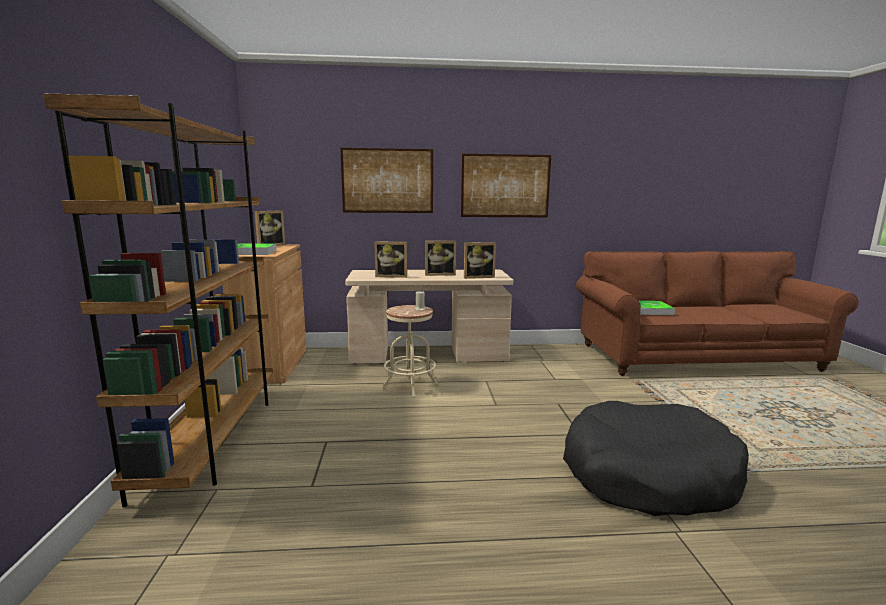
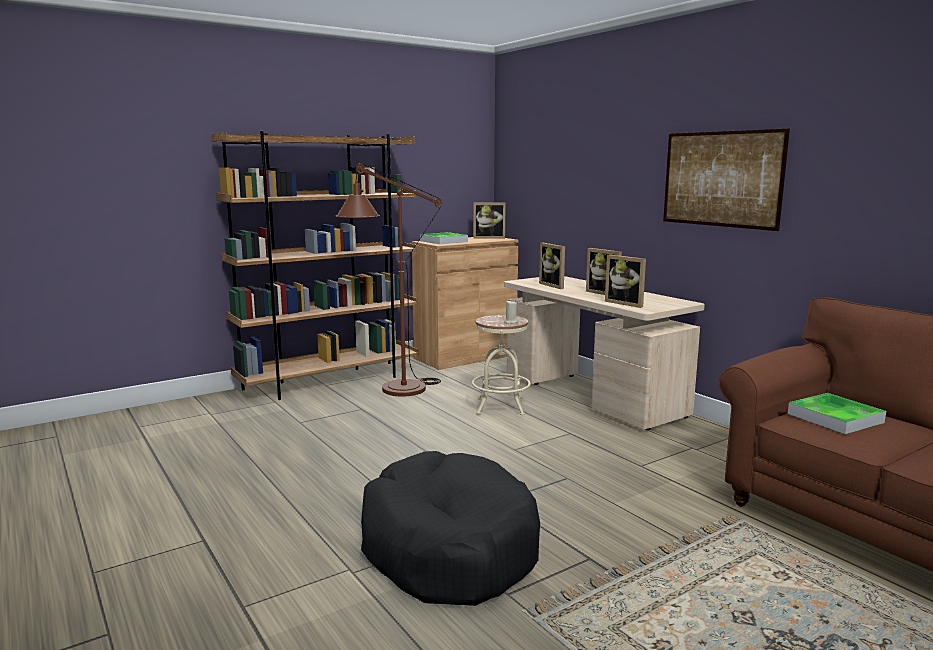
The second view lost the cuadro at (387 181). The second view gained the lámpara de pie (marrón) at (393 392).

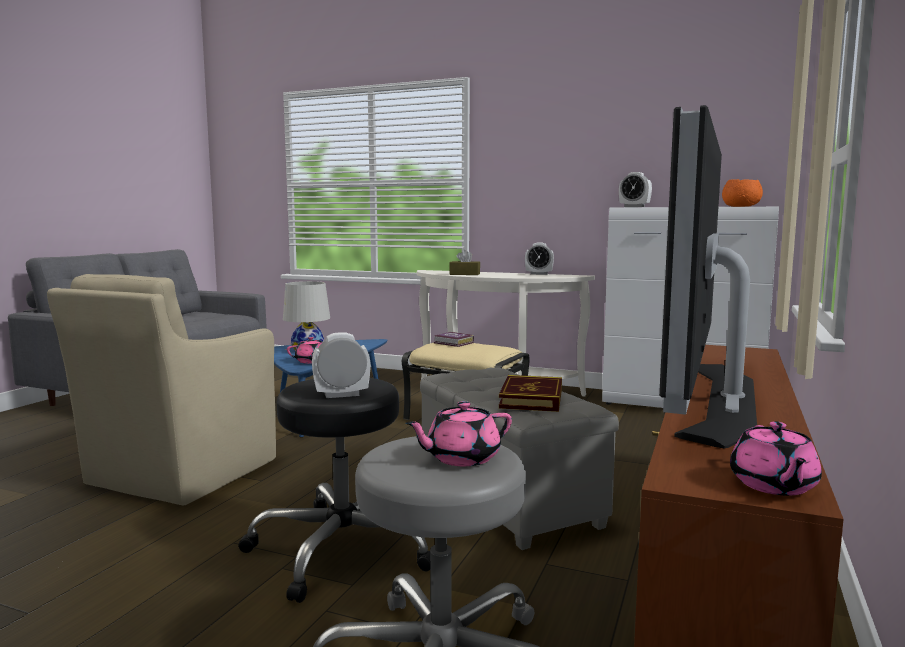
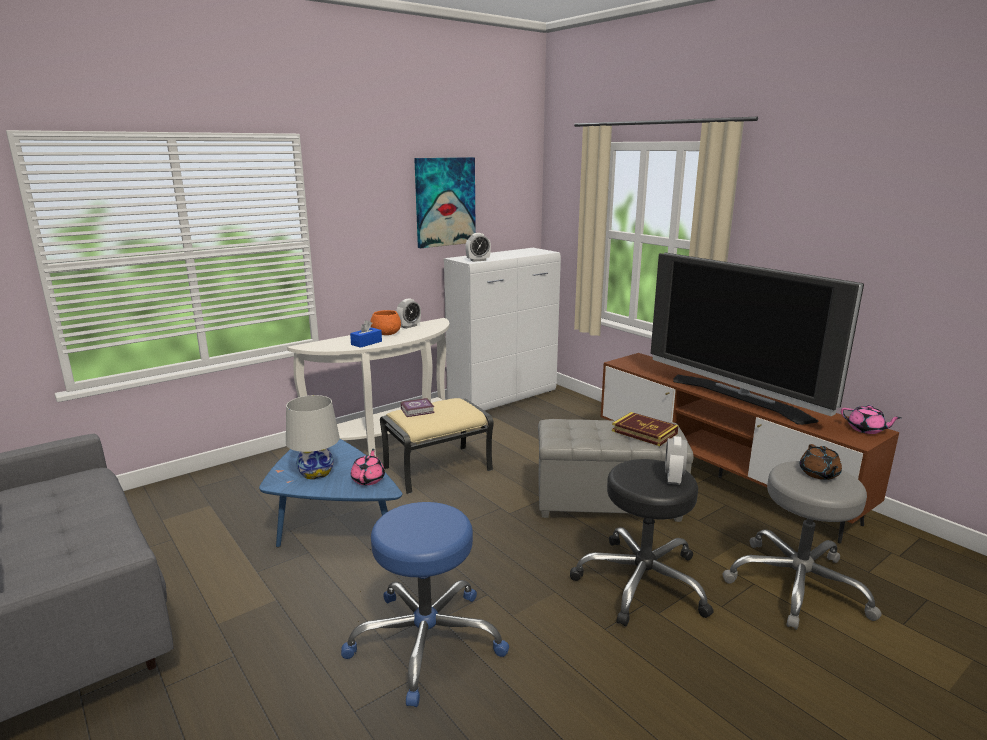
The second view gained the cuadro at (445 202). The cuenco (naranja) ended up elsewhere, having gone from (740 206) to (386 333). Where the sillón (beis) stood at (179 474), the taburete (azul) came to stand at (426 641). What was the tetera (rosa) at (461 458) turned into the tetera (marrón) at (819 474). What was the caja de pañuelos (marrón) at (464 274) turned into the caja de pañuelos (azul) at (366 343).

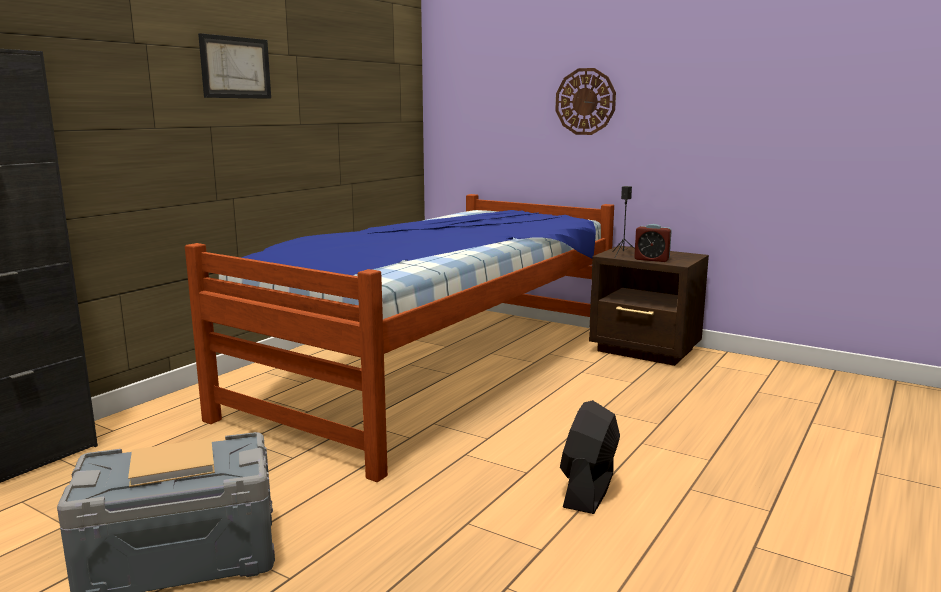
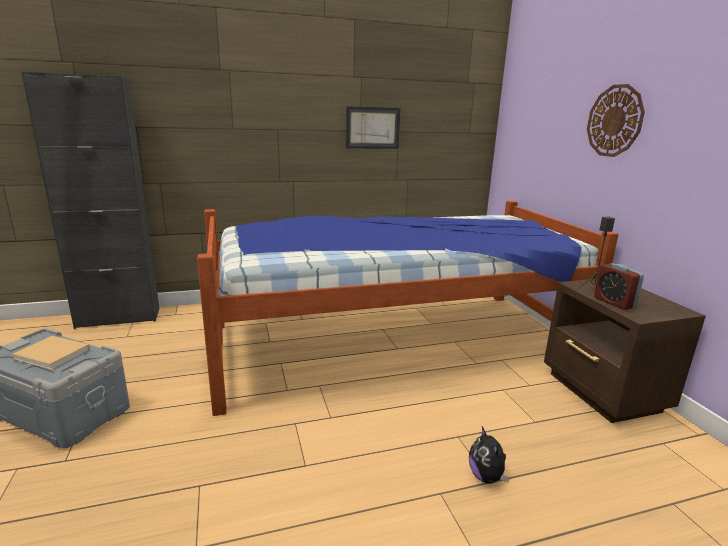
The second view lost the ventilador (negro) at (588 490). The second view gained the peluche at (486 477). The cuadro ended up elsewhere, having gone from (235 67) to (372 128).

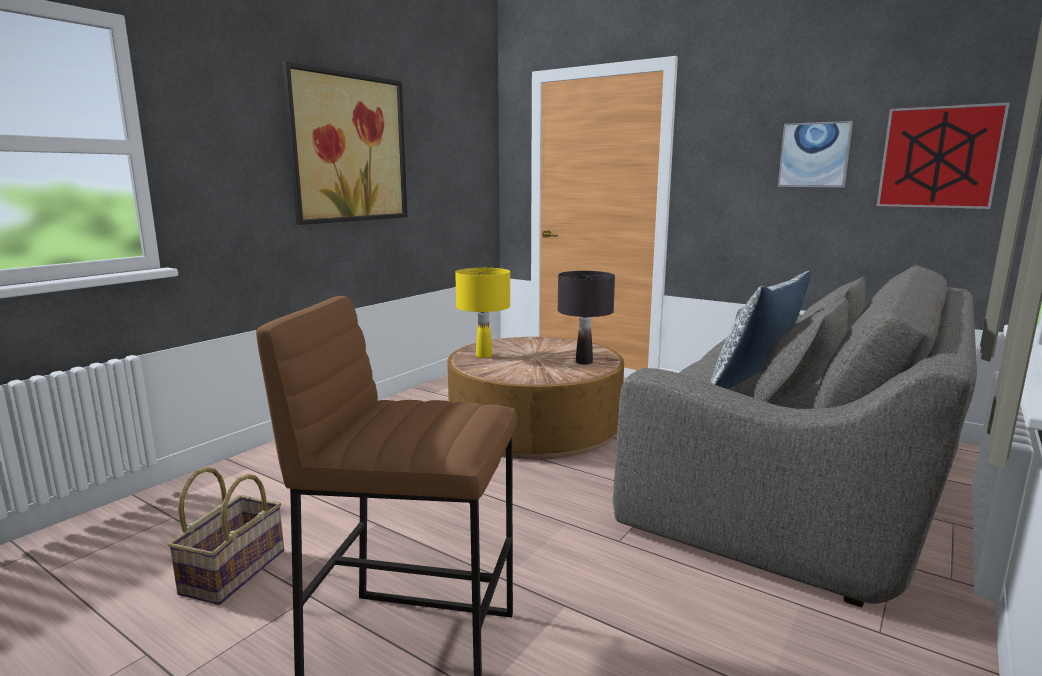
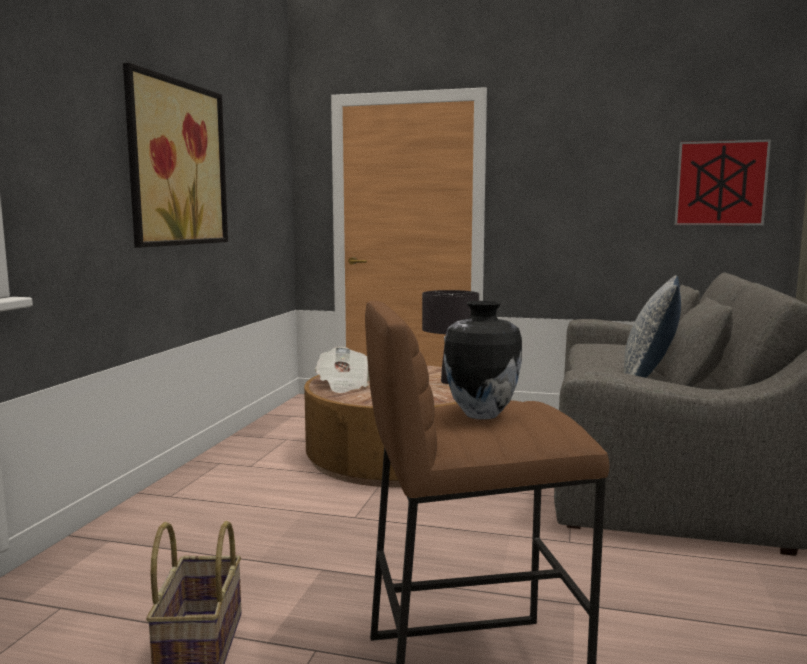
The second view lost the cuadro at (814 155). The second view gained the florero at (480 415). Where the lámpara de mesa (amarillo) stood at (484 356), the periódico came to stand at (343 385).

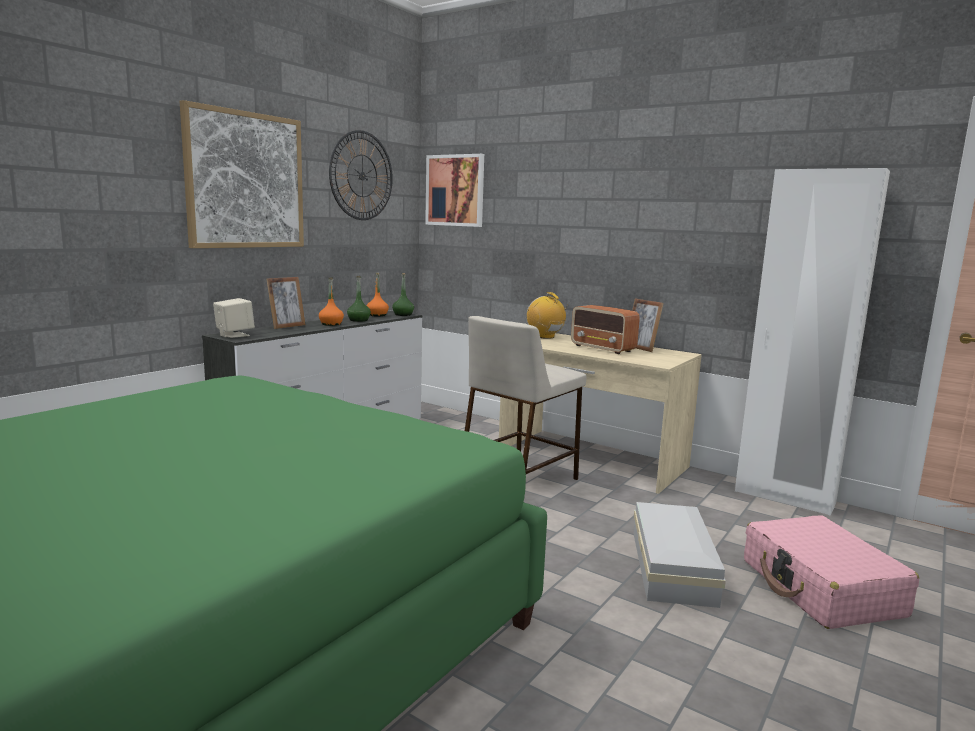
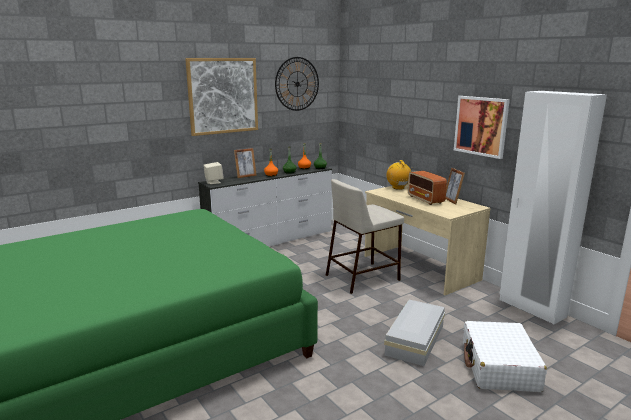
The cuadro ended up elsewhere, having gone from (455 190) to (481 126). What was the maleta (rosa) at (821 588) turned into the maleta (blanco) at (499 366).

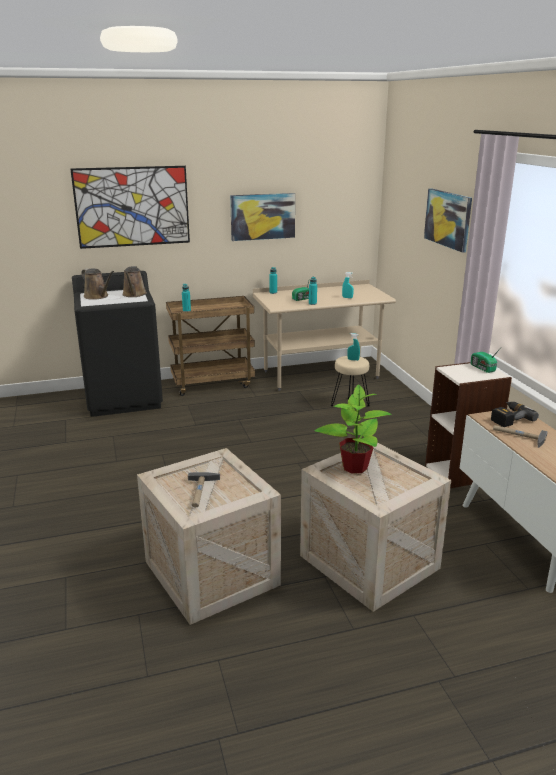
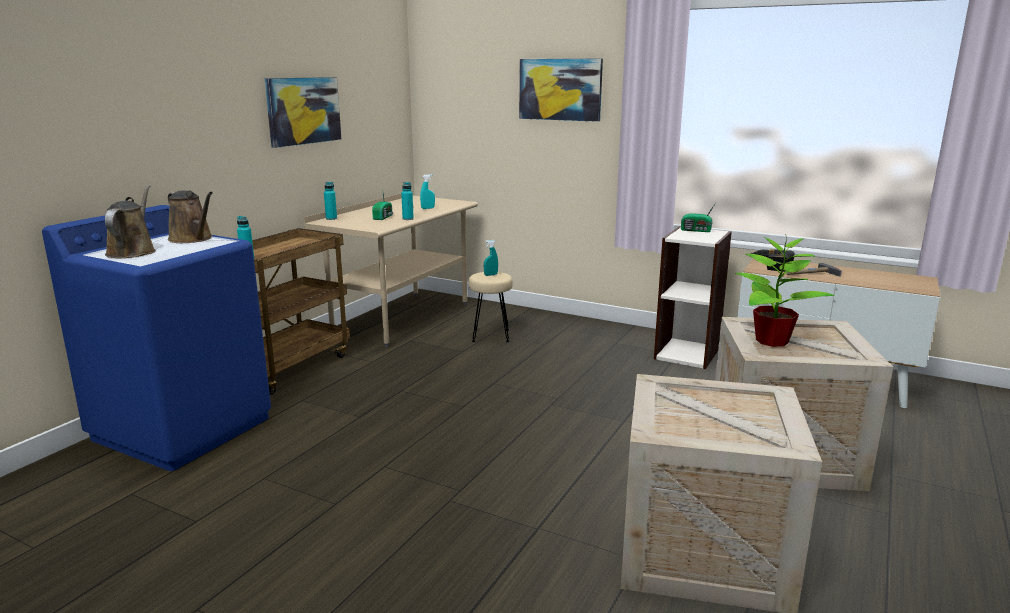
The second view lost the cuadro at (132 207). The second view lost the martillo at (201 492). What was the lavadora (negro) at (124 398) turned into the lavadora (azul) at (183 428). The regadera (marrón) at (97 296) ended up facing another way, 90 degrees counterclockwise from before.

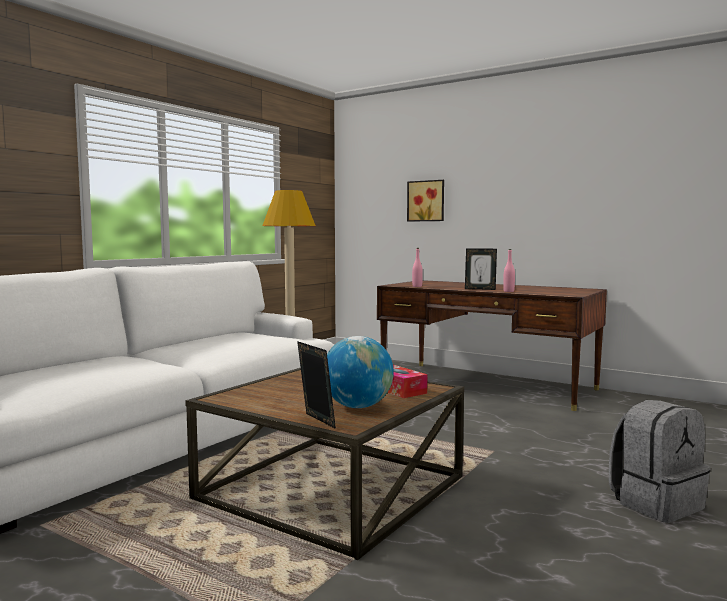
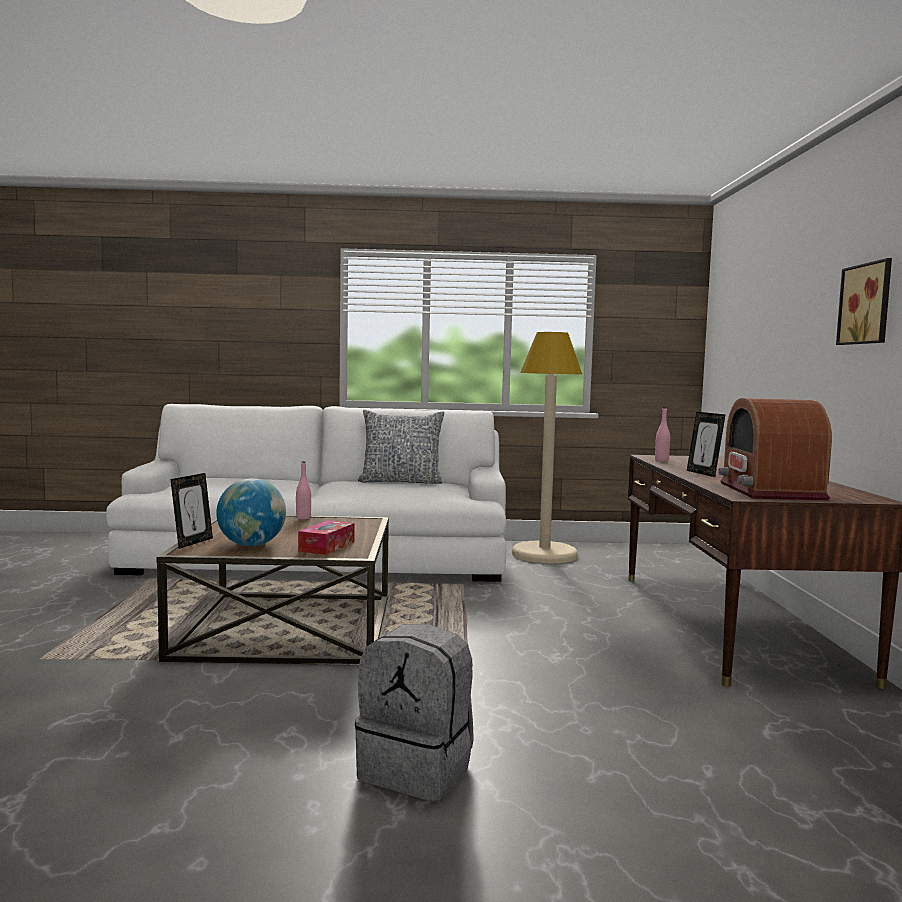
The second view gained the cojín at (401 482). The second view gained the radio at (770 491). The cuadro ended up elsewhere, having gone from (426 201) to (868 304). The botella (rosa) ended up elsewhere, having gone from (508 291) to (303 518).

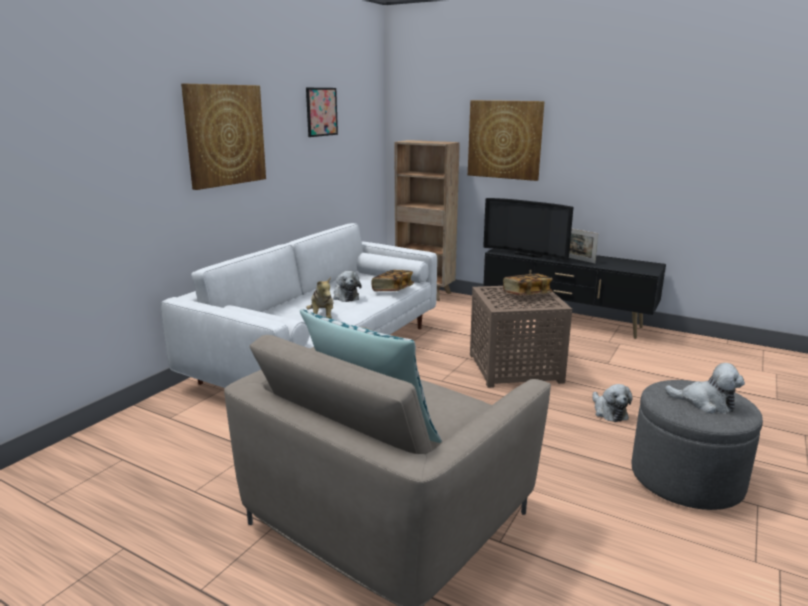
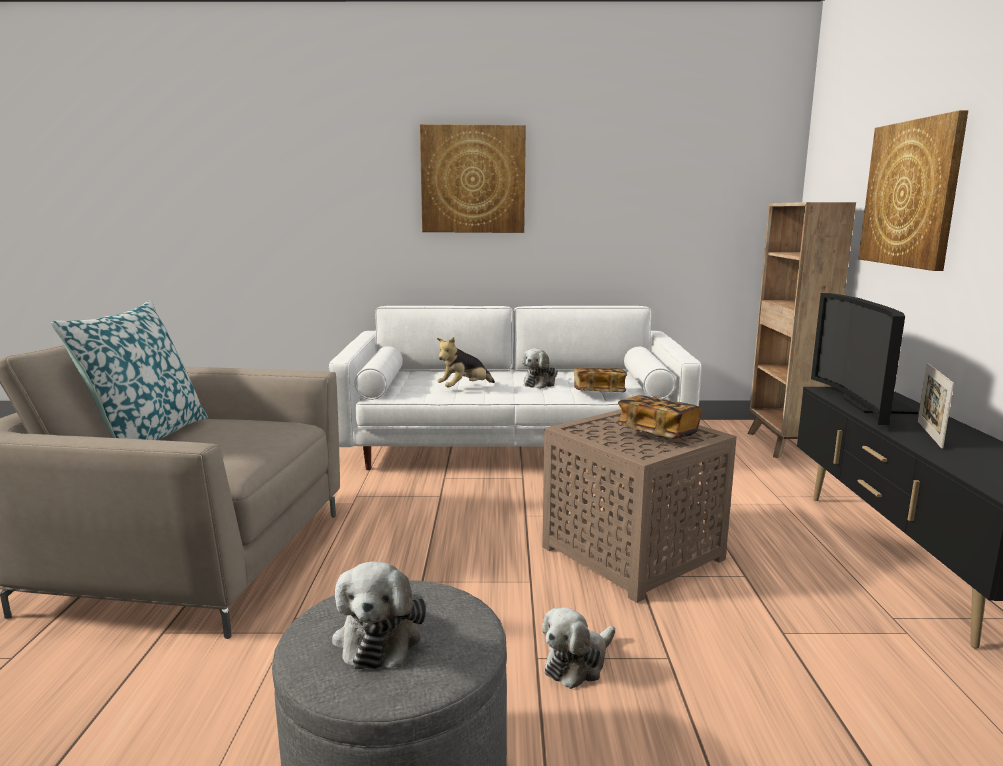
The second view lost the cuadro at (321 112).

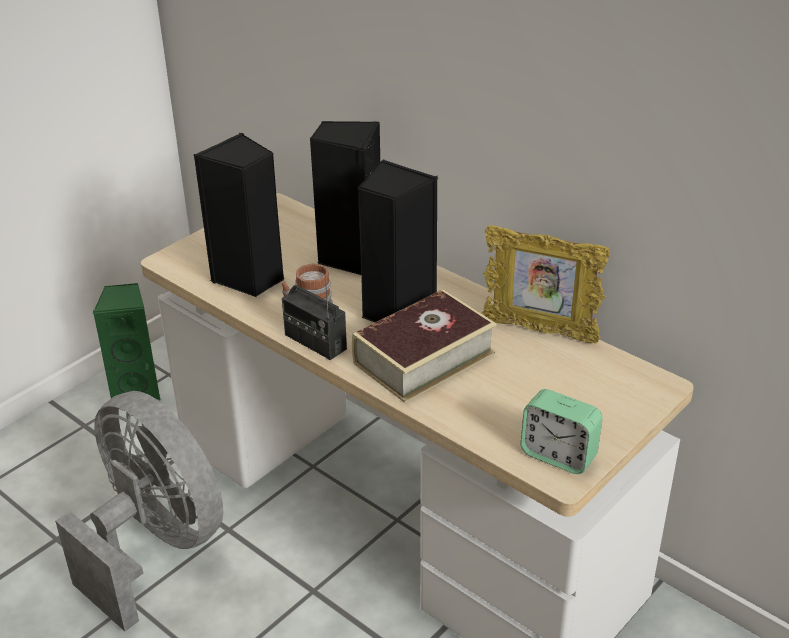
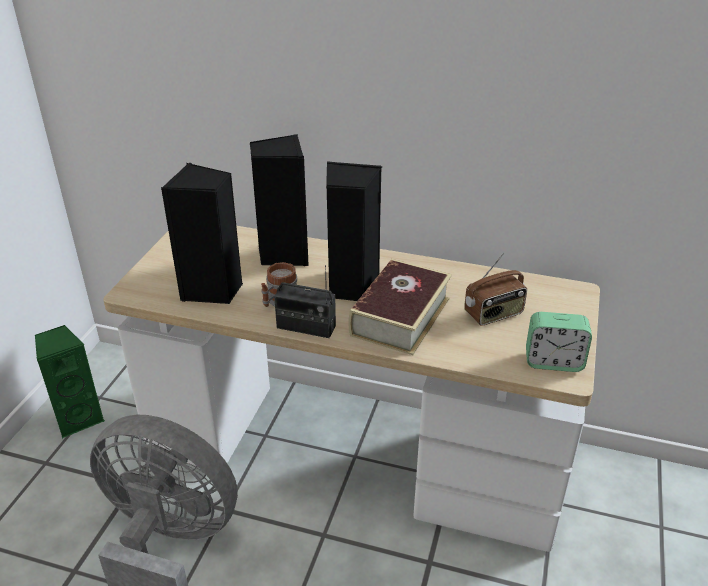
The second view lost the portarretratos at (539 331). The second view gained the radio at (494 314).

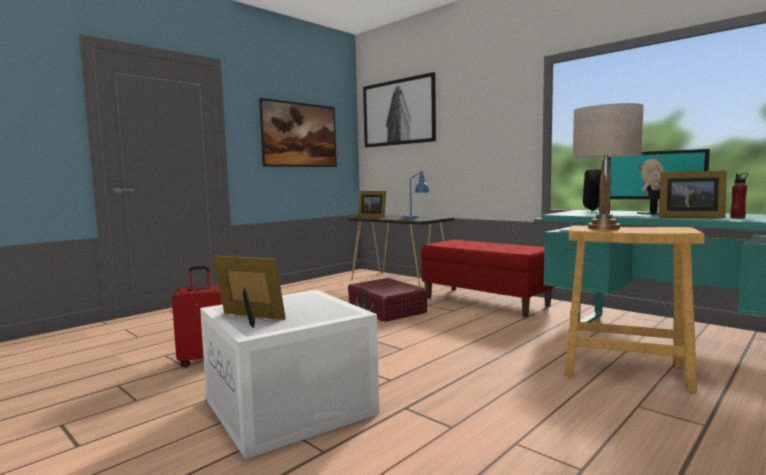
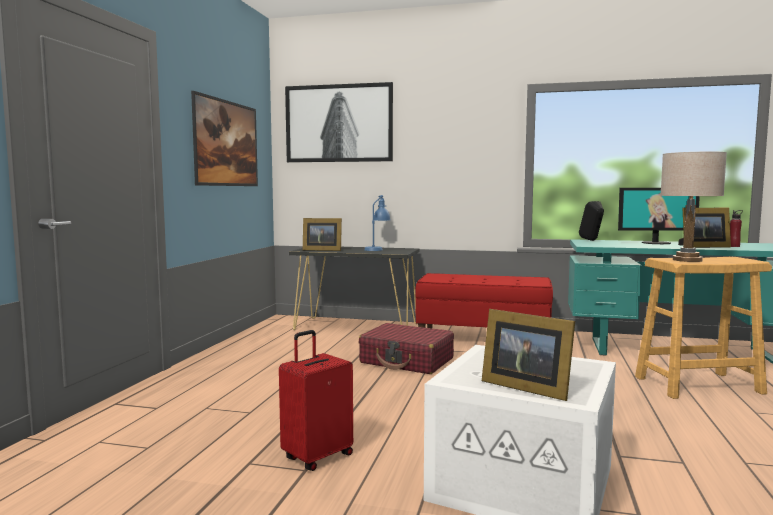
The portarretratos at (249 319) ended up facing another way, 135 degrees counterclockwise from before.

